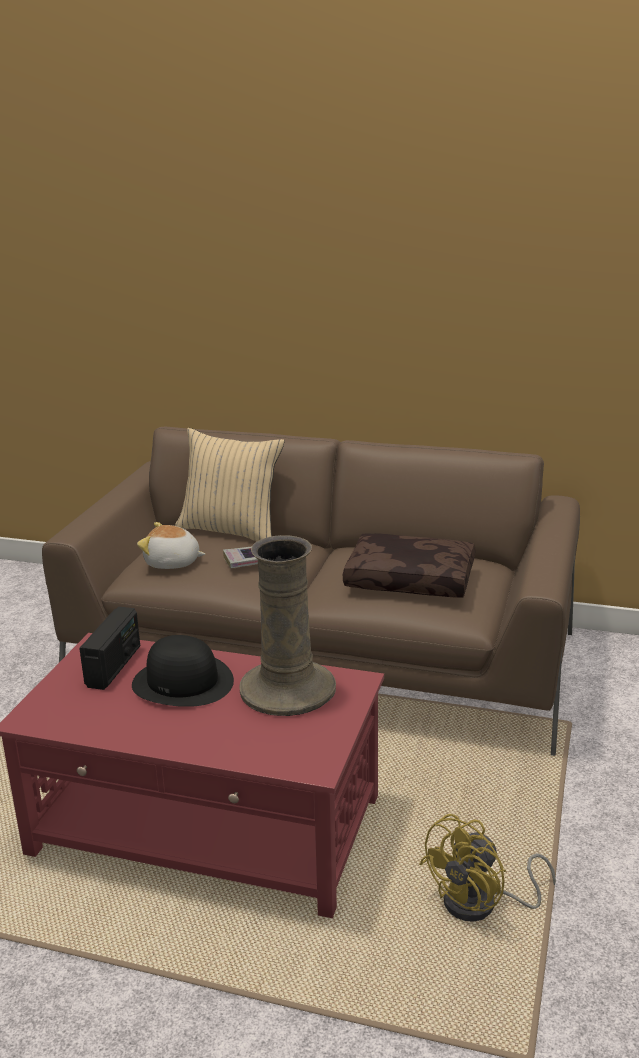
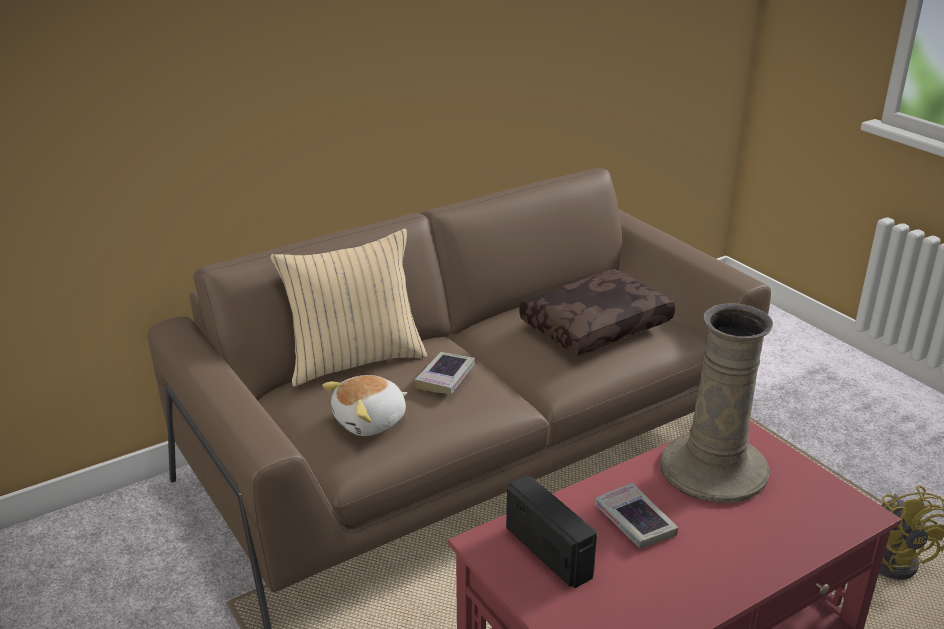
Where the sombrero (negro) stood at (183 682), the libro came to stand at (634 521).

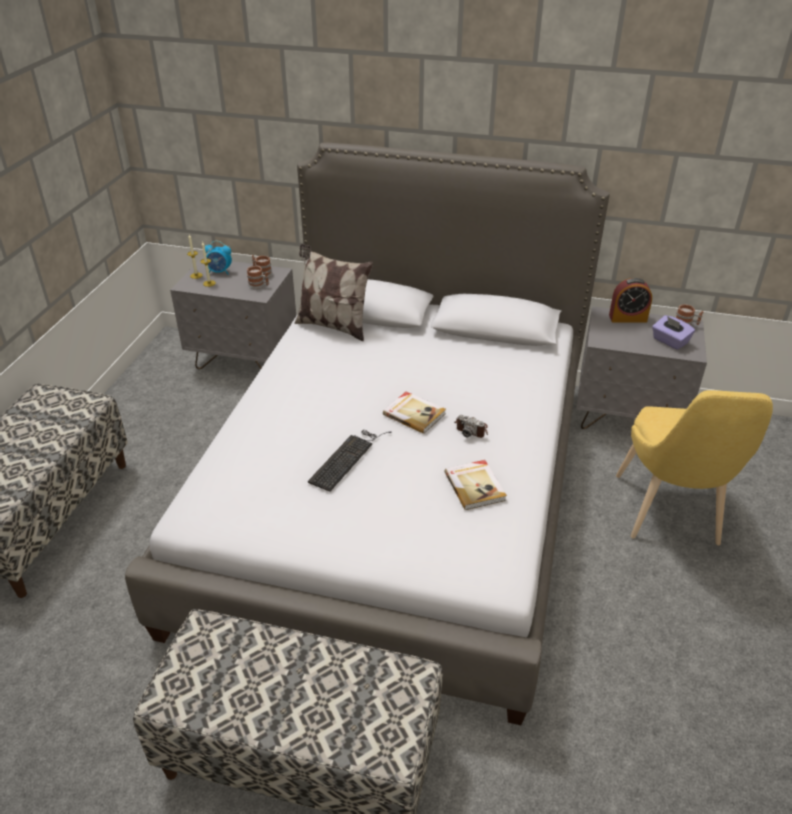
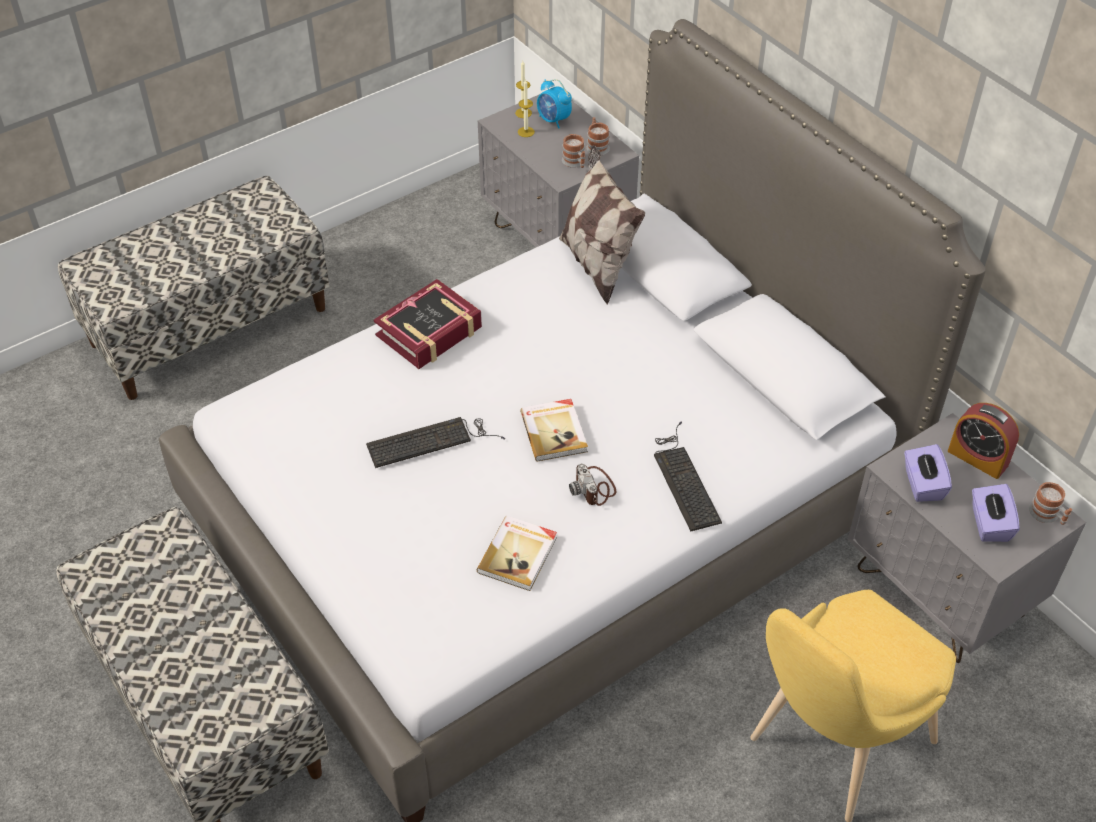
The second view gained the libro at (429 332). The second view gained the teclado at (684 478). The second view gained the caja de pañuelos (morado) at (922 484).

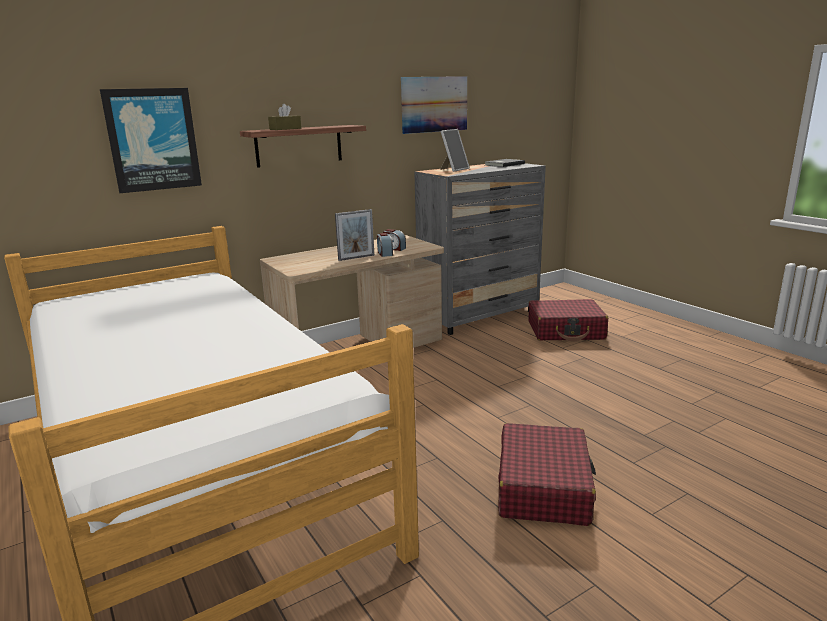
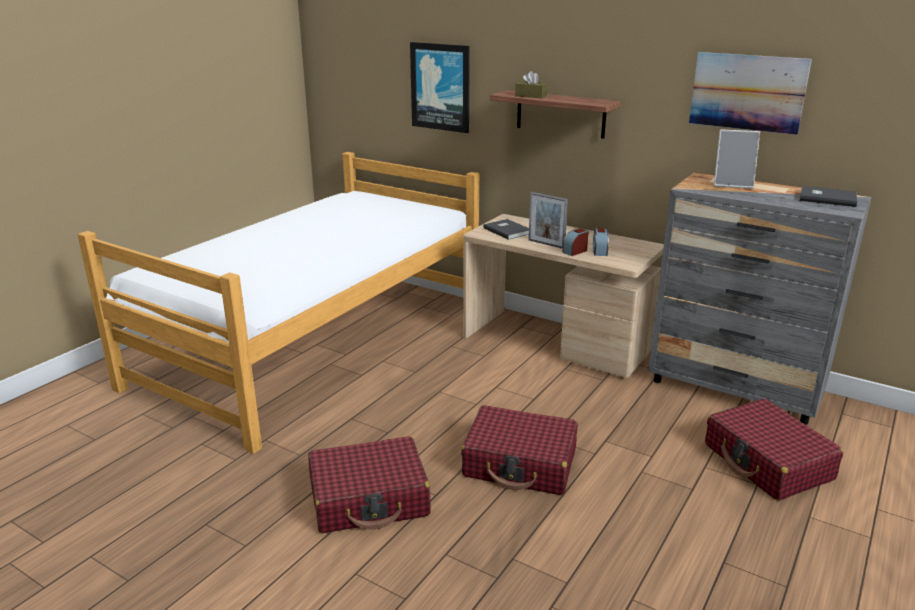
The second view gained the maleta (rojo) at (520 464). The second view gained the libro (gris) at (508 230).

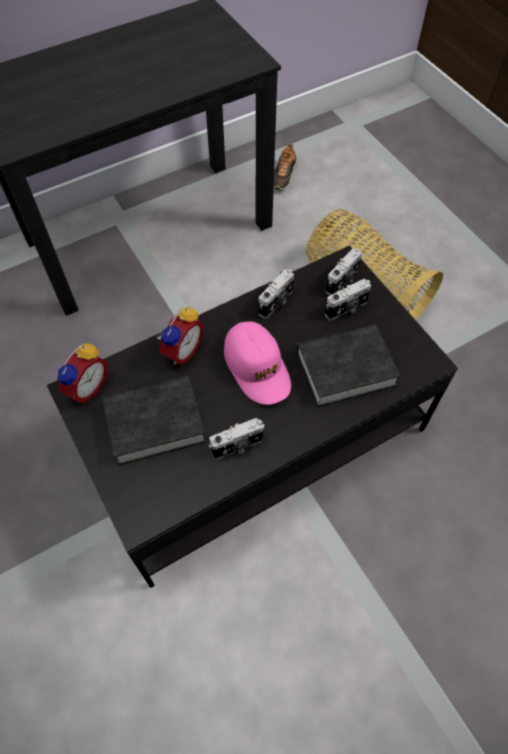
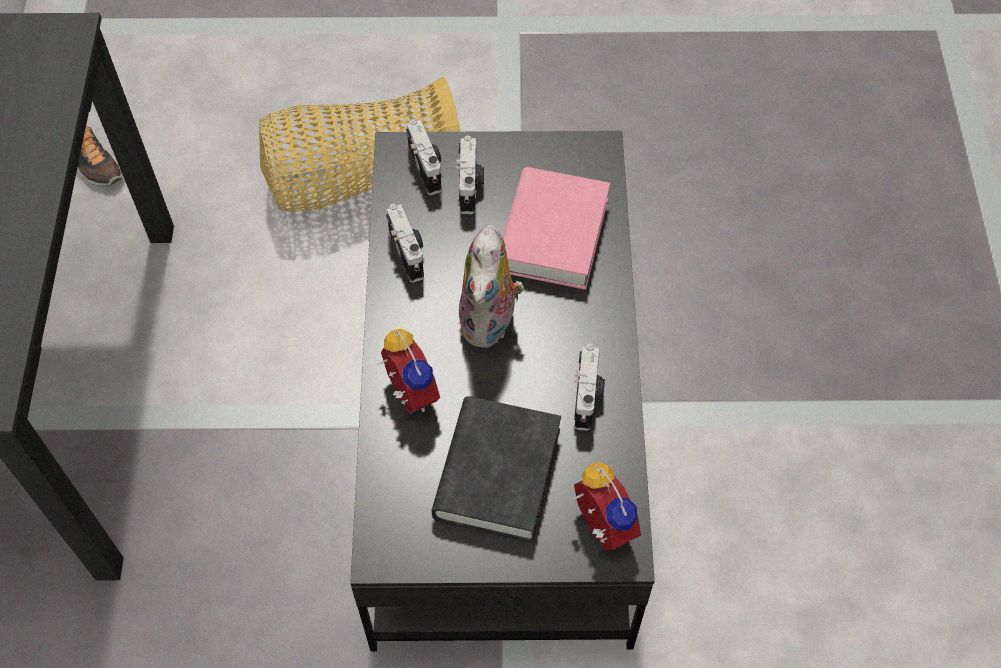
The despertador ended up elsewhere, having gone from (86 387) to (599 527). Where the gorra (rosa) stood at (257 367), the peluche came to stand at (490 323). What was the libro (negro) at (345 369) turned into the libro (rosa) at (553 234).

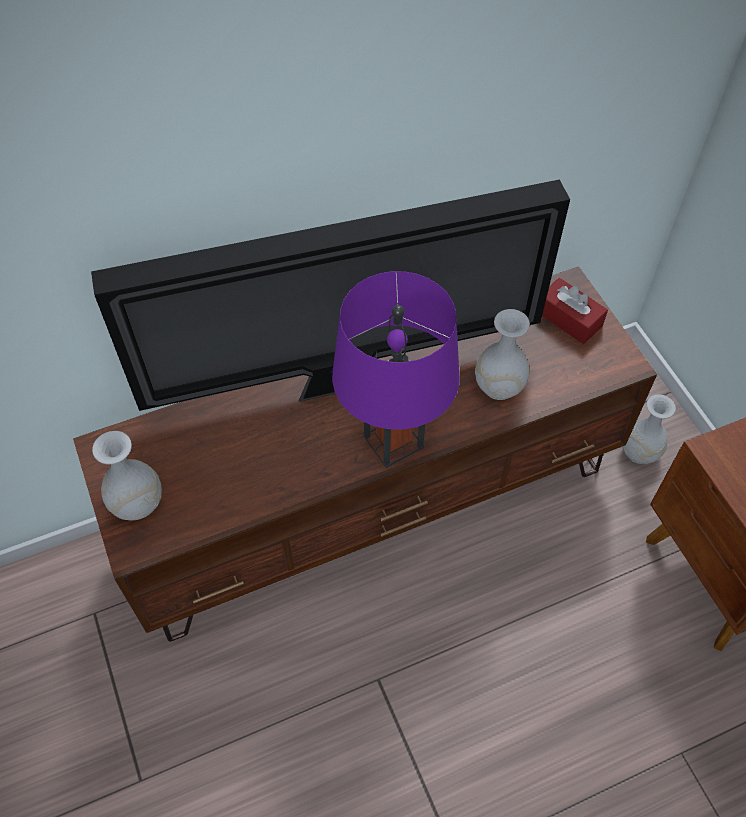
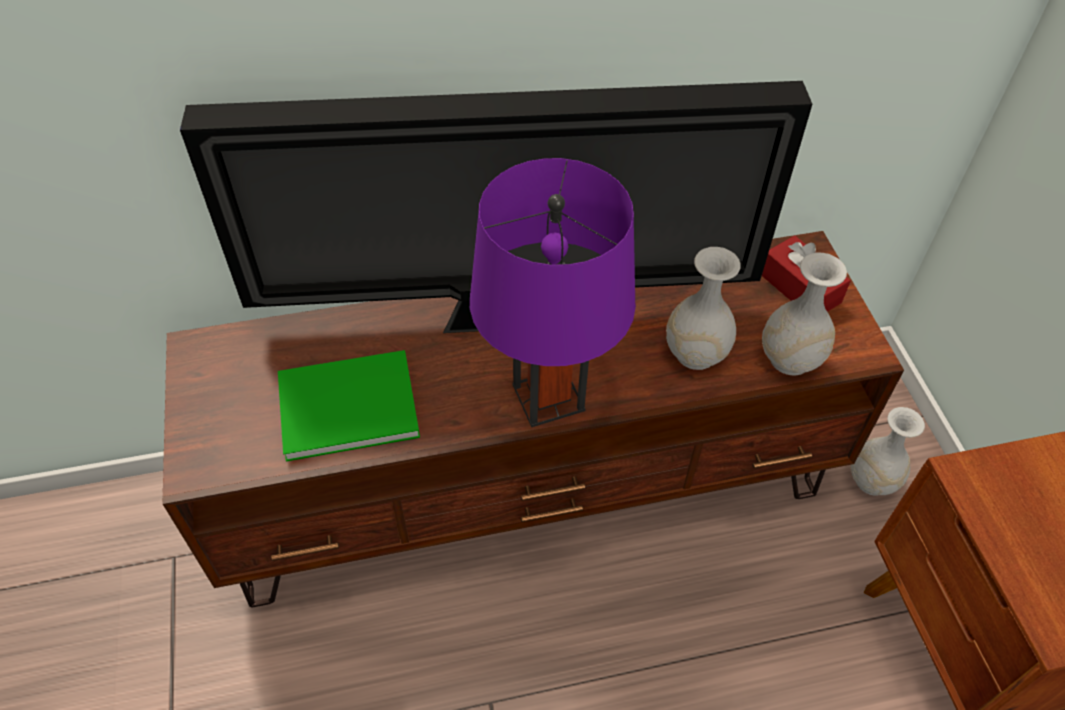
The second view gained the libro (verde) at (343 404). The florero (blanco) ended up elsewhere, having gone from (138 504) to (790 360).

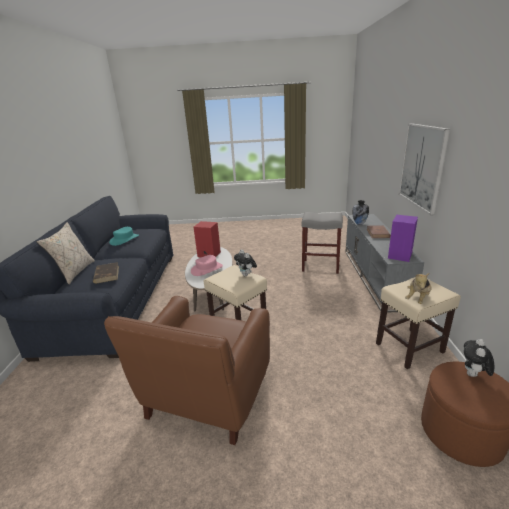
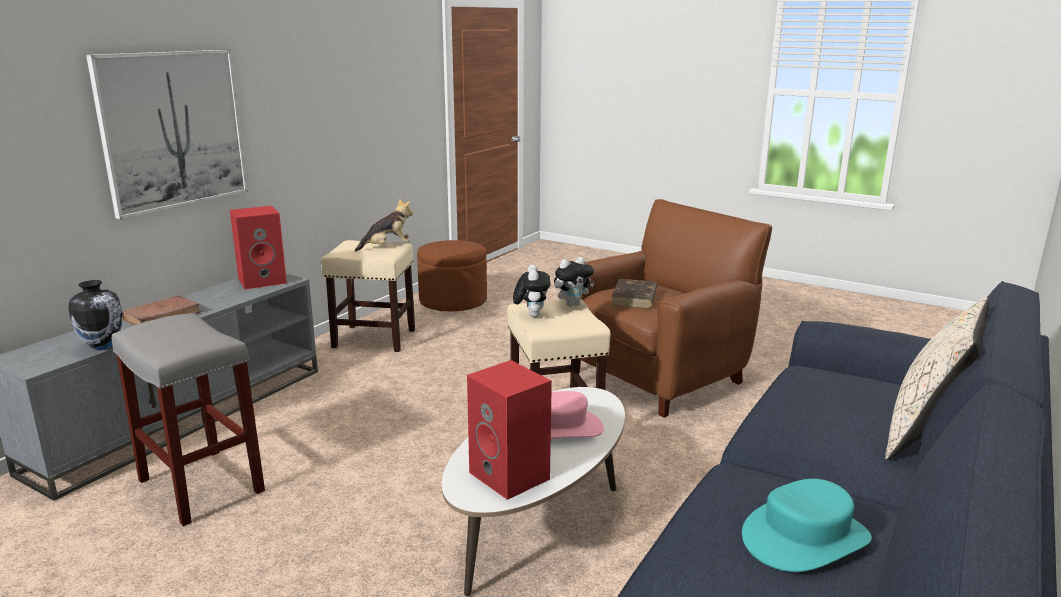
The libro (marrón) ended up elsewhere, having gone from (106 274) to (634 297). The peluche ended up elsewhere, having gone from (473 375) to (572 304). What was the altavoz (morado) at (400 256) turned into the altavoz (rojo) at (263 280).

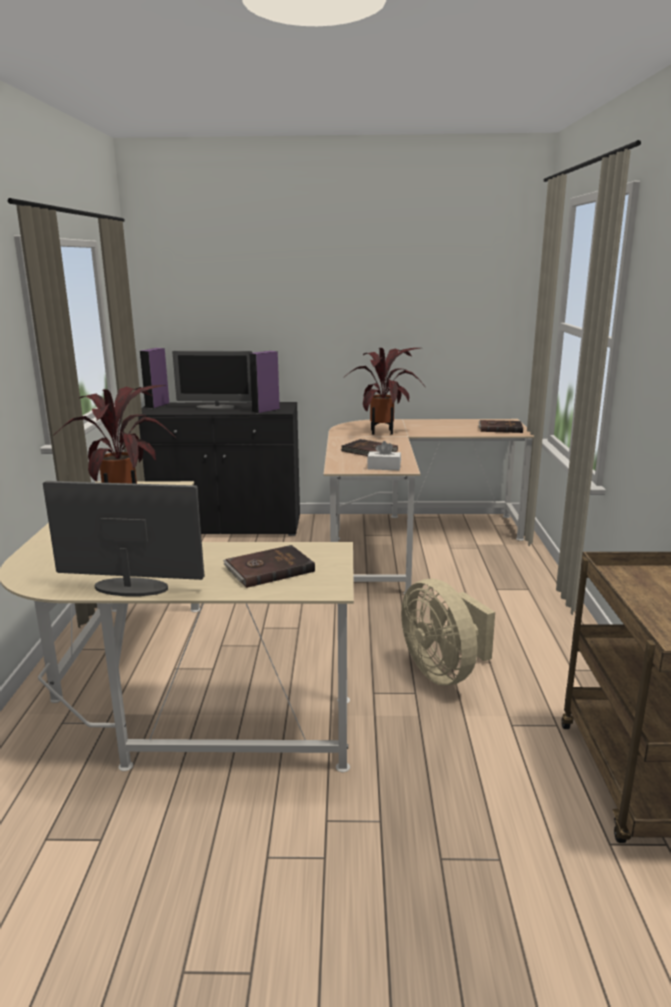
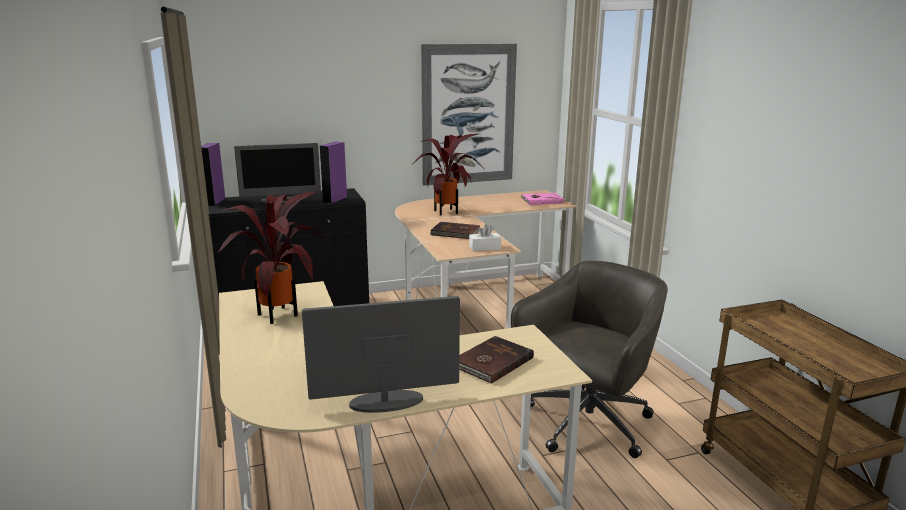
The second view gained the cuadro at (468 115). Where the ventilador (beis) stood at (444 671), the silla de oficina (gris) came to stand at (585 424). What was the libro (marrón) at (500 428) turned into the libro (rosa) at (541 200).

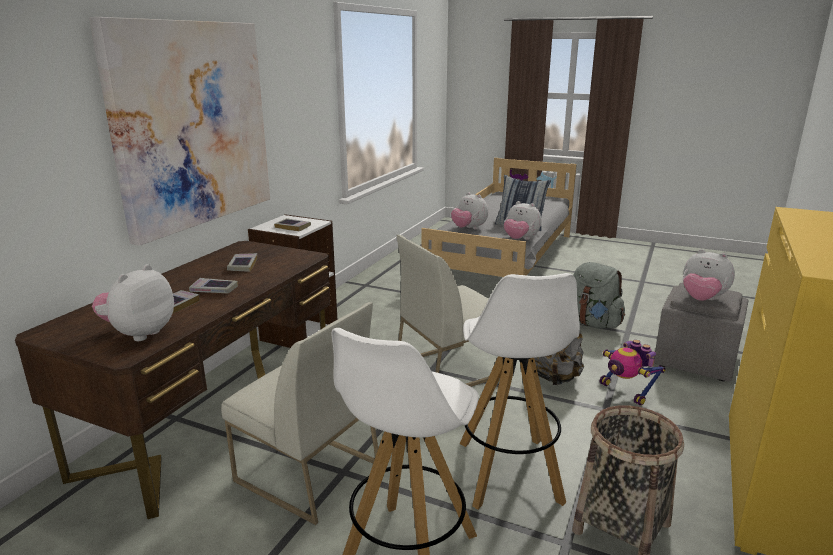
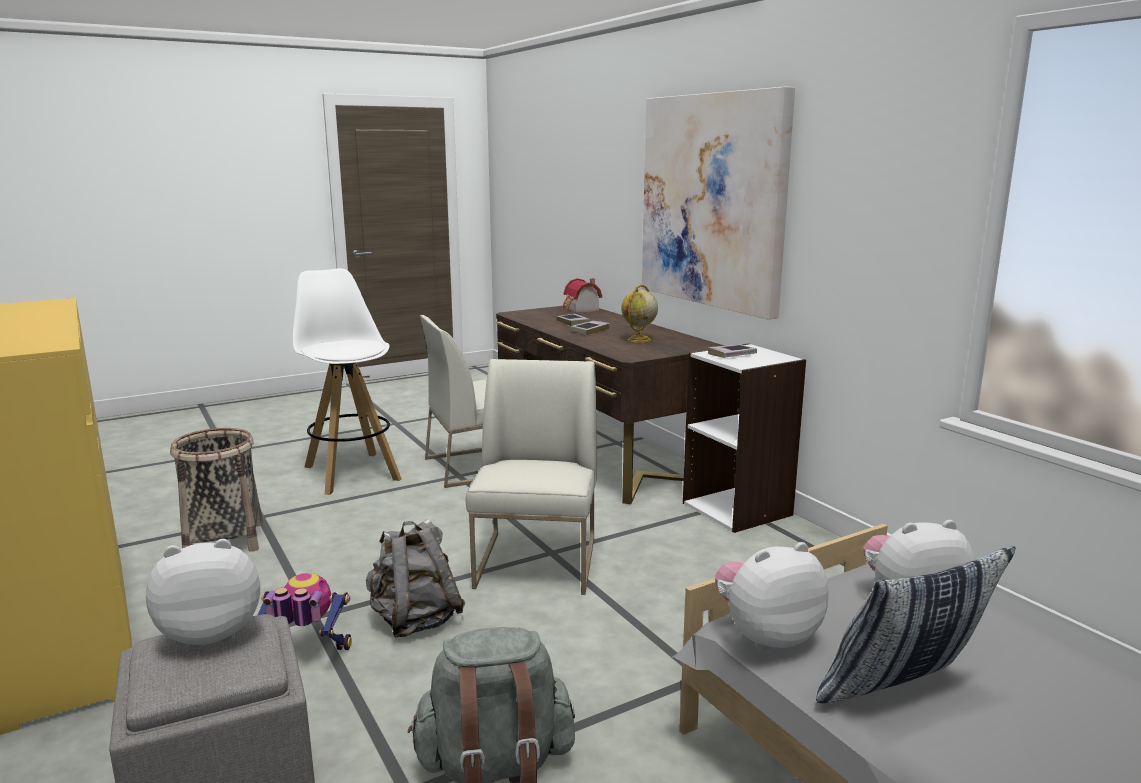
The second view lost the peluche at (139 333). The second view lost the taburete (blanco) at (509 472). The second view gained the casita at (580 309). Where the libro stood at (242 265), the globo terráqueo came to stand at (639 340).

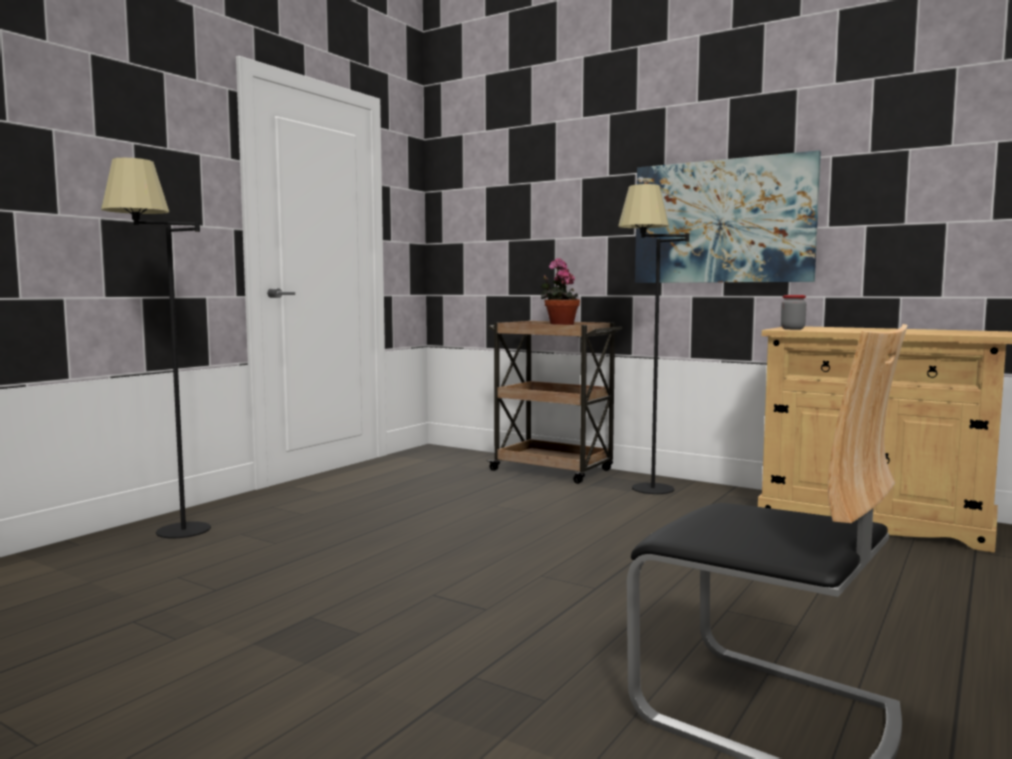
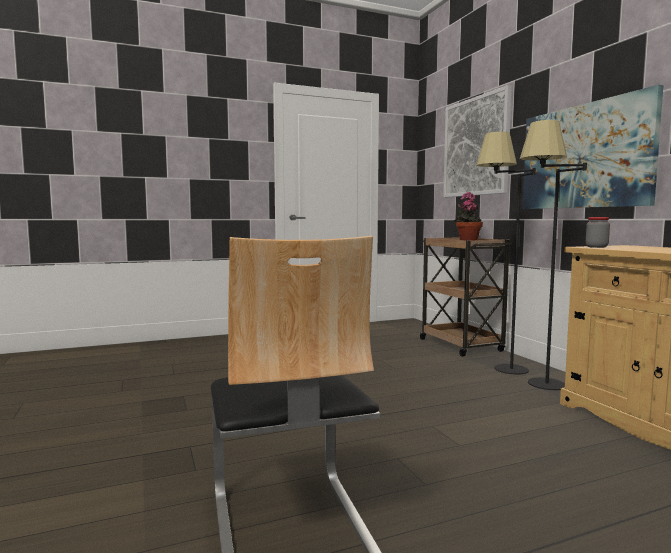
The second view gained the cuadro at (476 147). The lámpara de pie (negro) ended up elsewhere, having gone from (169 537) to (540 388).

